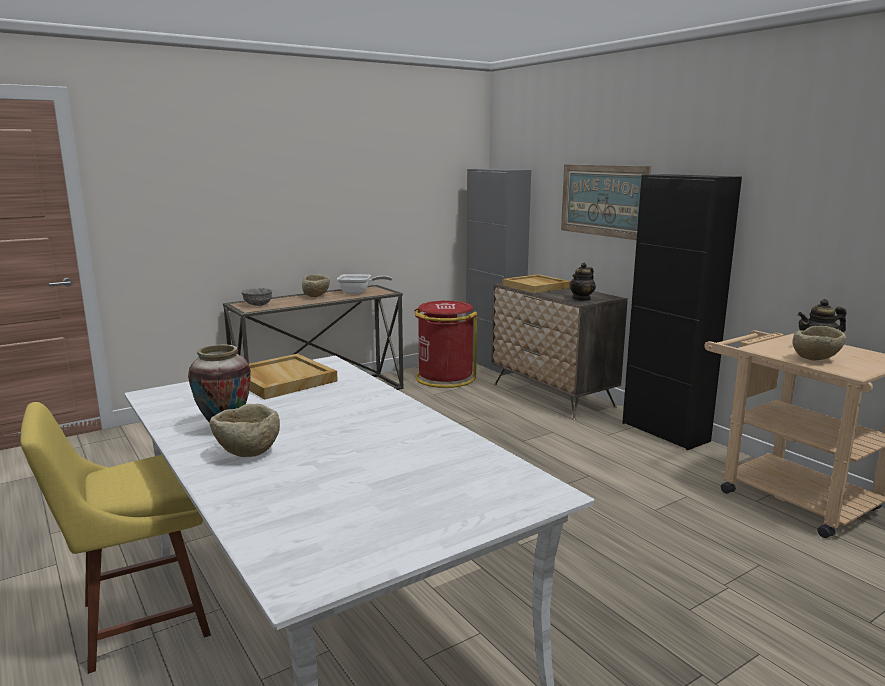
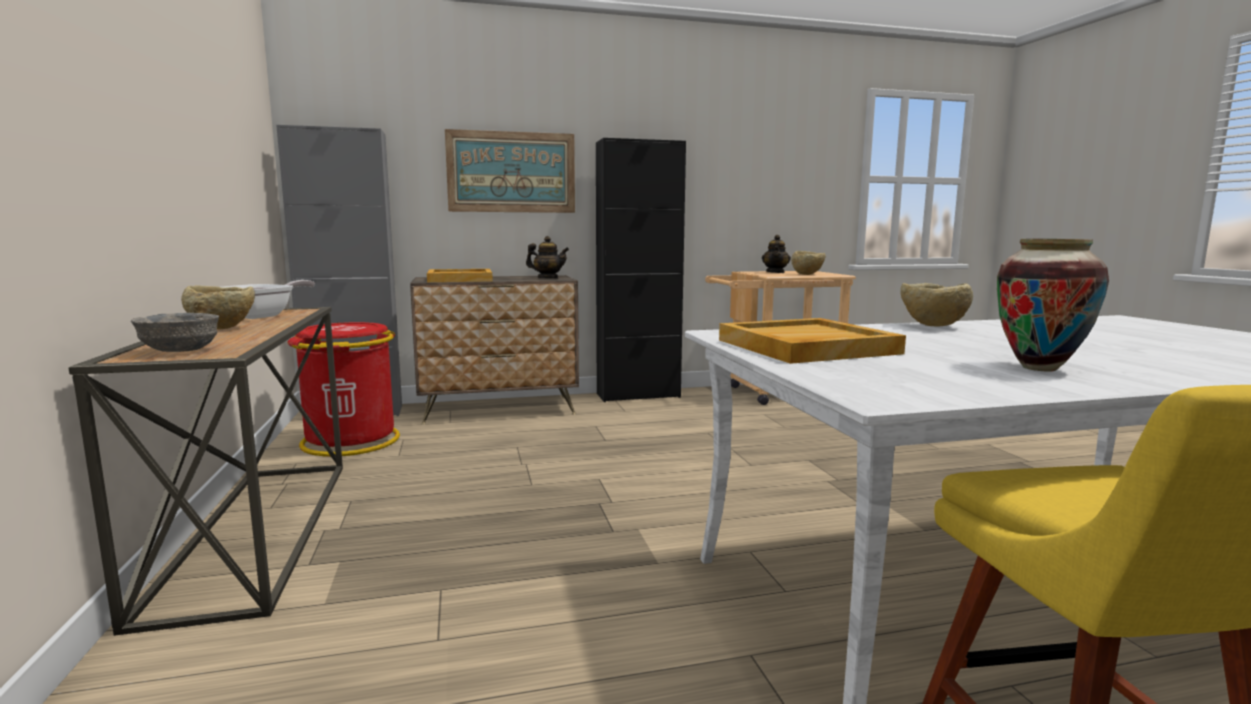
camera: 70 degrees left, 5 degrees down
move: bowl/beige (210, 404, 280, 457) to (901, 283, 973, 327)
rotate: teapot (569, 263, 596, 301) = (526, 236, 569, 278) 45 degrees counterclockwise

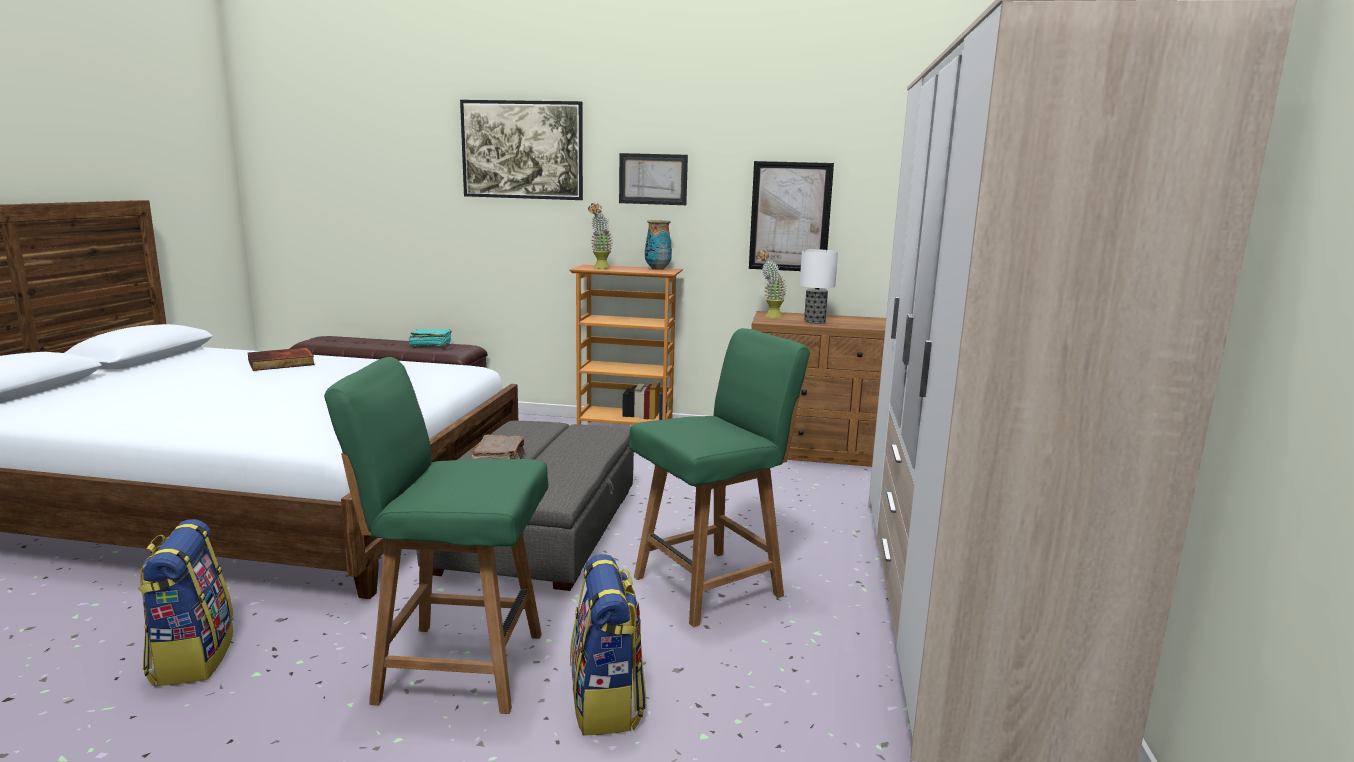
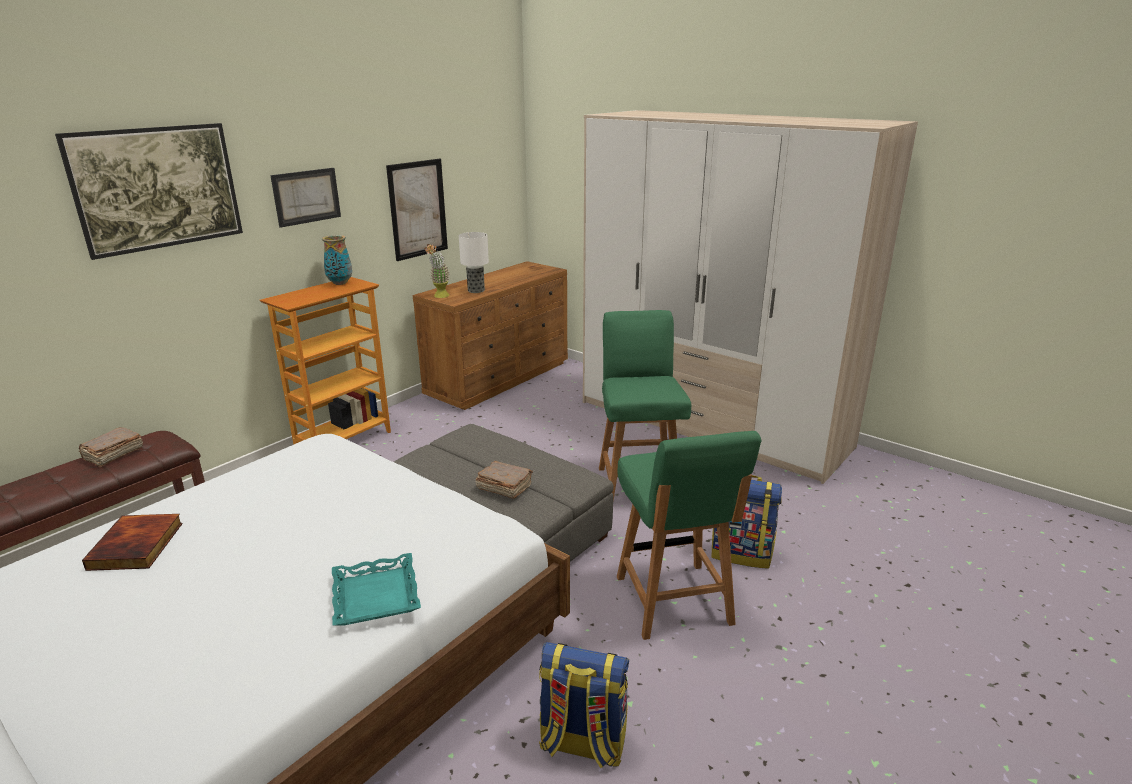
camera: 60 degrees left, 10 degrees up
delete: potted plant (588, 203, 613, 269)
insert: tray/turquoise (332, 553, 421, 626)
recolor: book/turquoise (409, 329, 452, 347) to book/brown (79, 427, 143, 467)
rotate: chair/green (324, 357, 548, 714) = (617, 431, 761, 640) 45 degrees counterclockwise

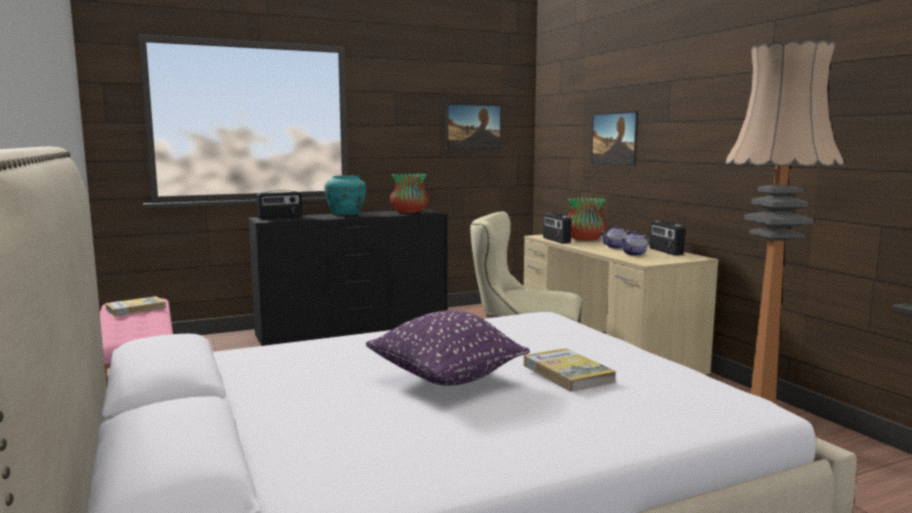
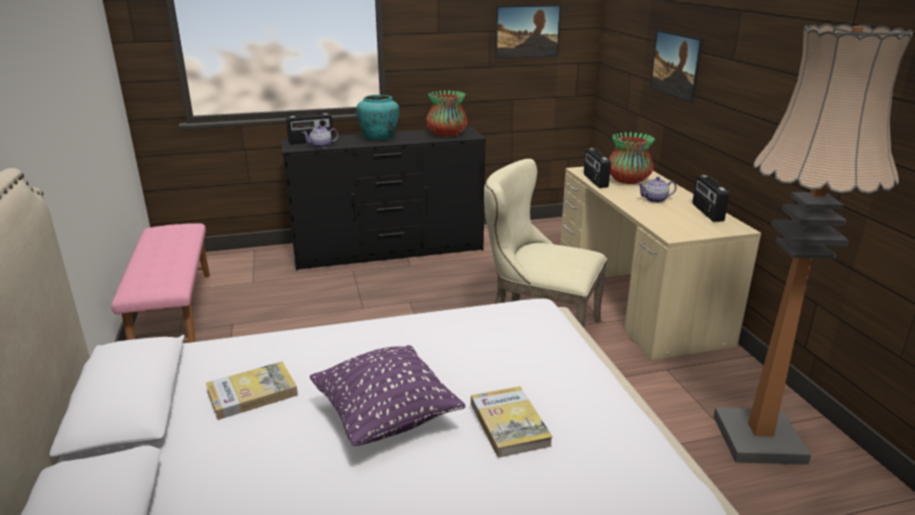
camera: 10 degrees right, 15 degrees up
move: book (105, 296, 166, 316) to (206, 362, 298, 420); teapot (621, 231, 649, 256) to (302, 125, 338, 149)

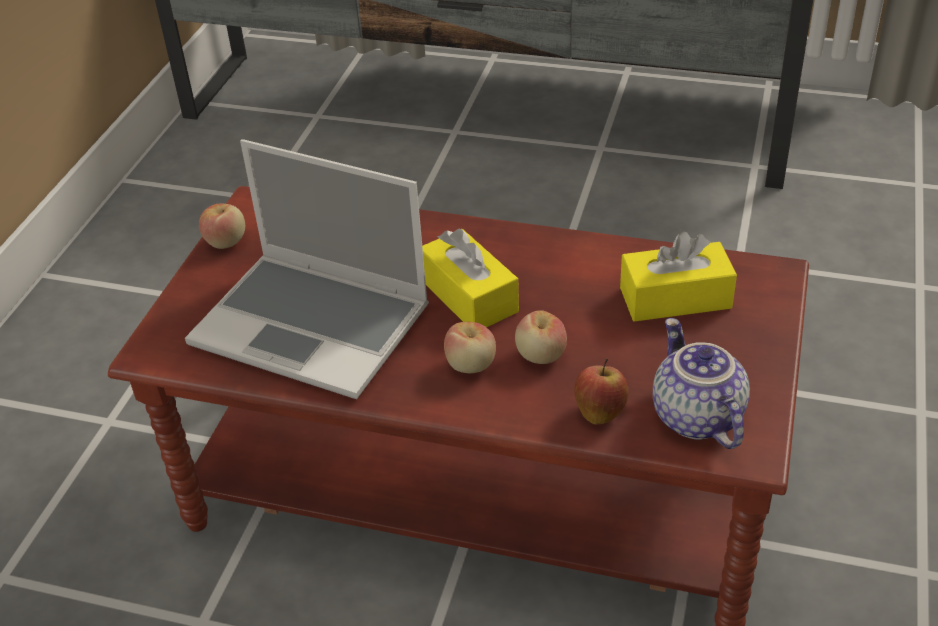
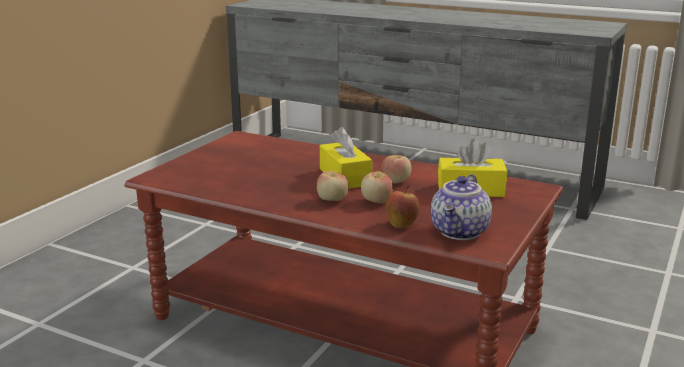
camera: 10 degrees right, 20 degrees down
delete: laptop (185, 139, 429, 399)
move: apple (199, 204, 245, 249) to (382, 155, 411, 183)
rotate: teapot (653, 318, 750, 449) = (431, 174, 492, 240) 150 degrees counterclockwise

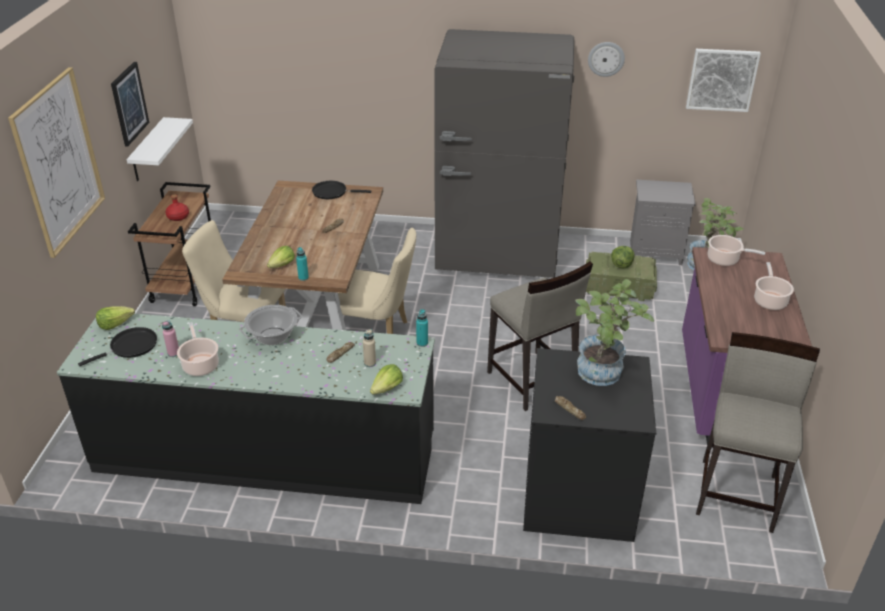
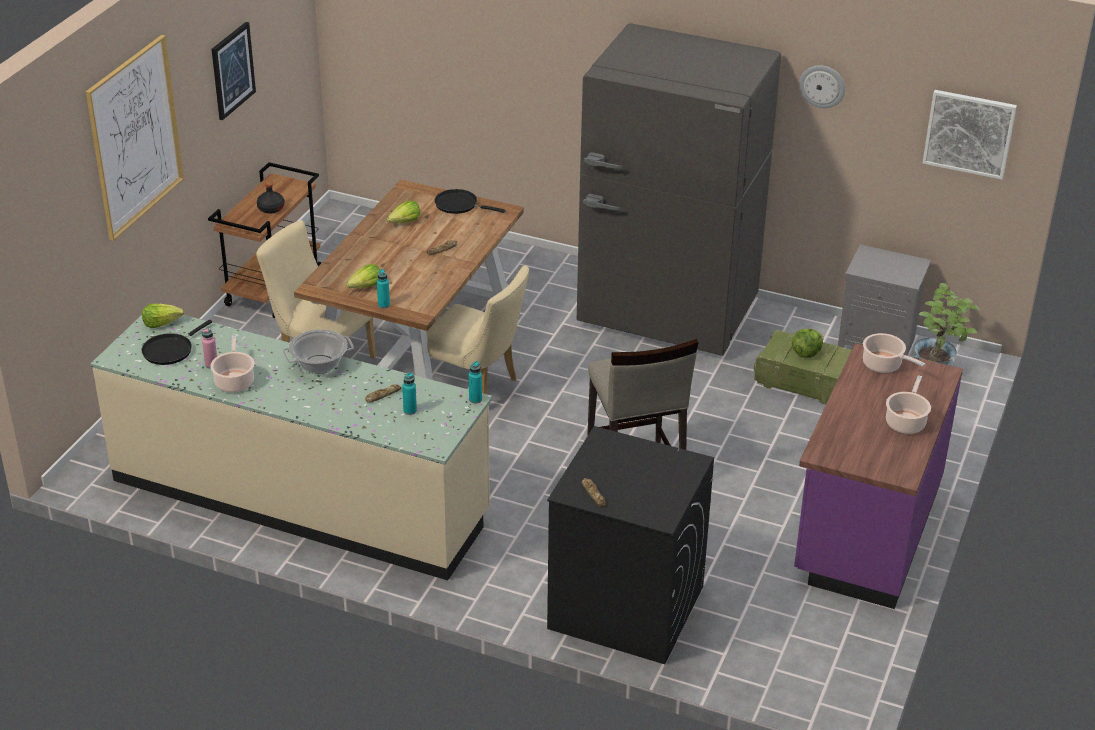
camera: 15 degrees right, 0 degrees up
delete: shelf/white (127, 117, 193, 181); potted plant (575, 279, 654, 386); stool/beige (696, 332, 820, 533)
move: lettuce (370, 364, 403, 395) to (387, 201, 420, 223)
recolor: counter/black (57, 314, 435, 504) to counter/beige (91, 315, 493, 581); bottle/red (165, 194, 189, 221) to bottle/black (257, 182, 285, 213); bottle/beige (363, 329, 376, 367) to bottle/turquoise (402, 373, 417, 415)
rotate: frying pan/black (78, 327, 157, 366) = (141, 320, 212, 365) 150 degrees clockwise

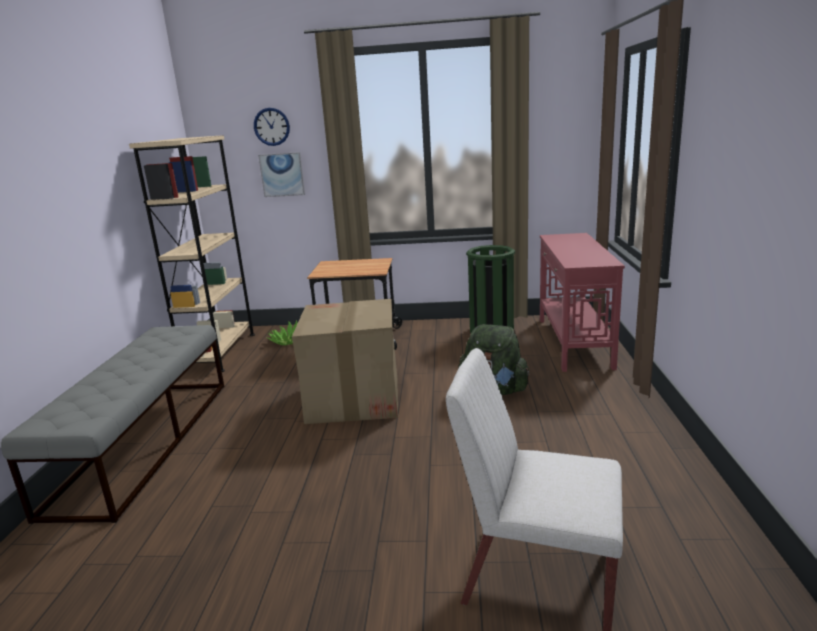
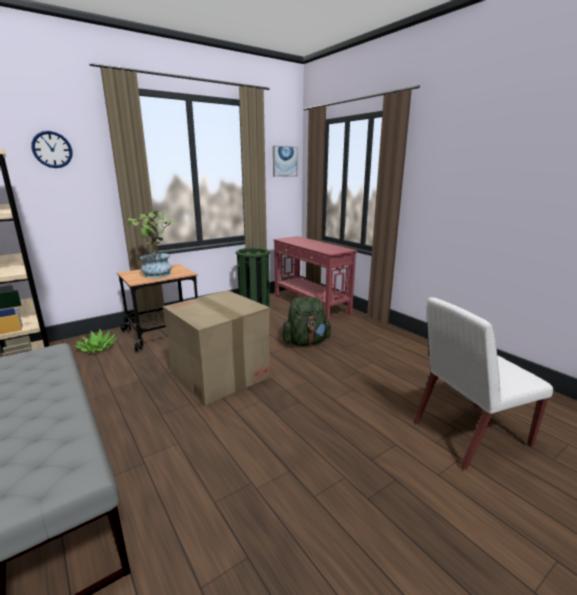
camera: 40 degrees left, 0 degrees up
insert: potted plant (128, 211, 179, 278)
move: picture (258, 152, 305, 197) to (273, 146, 298, 177)

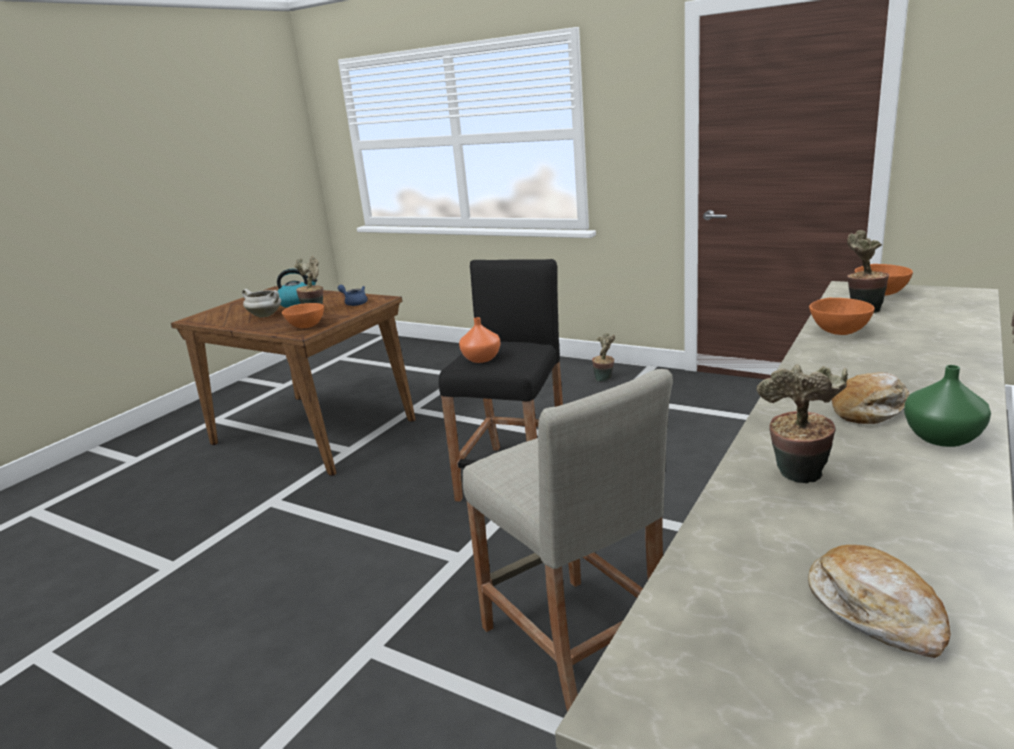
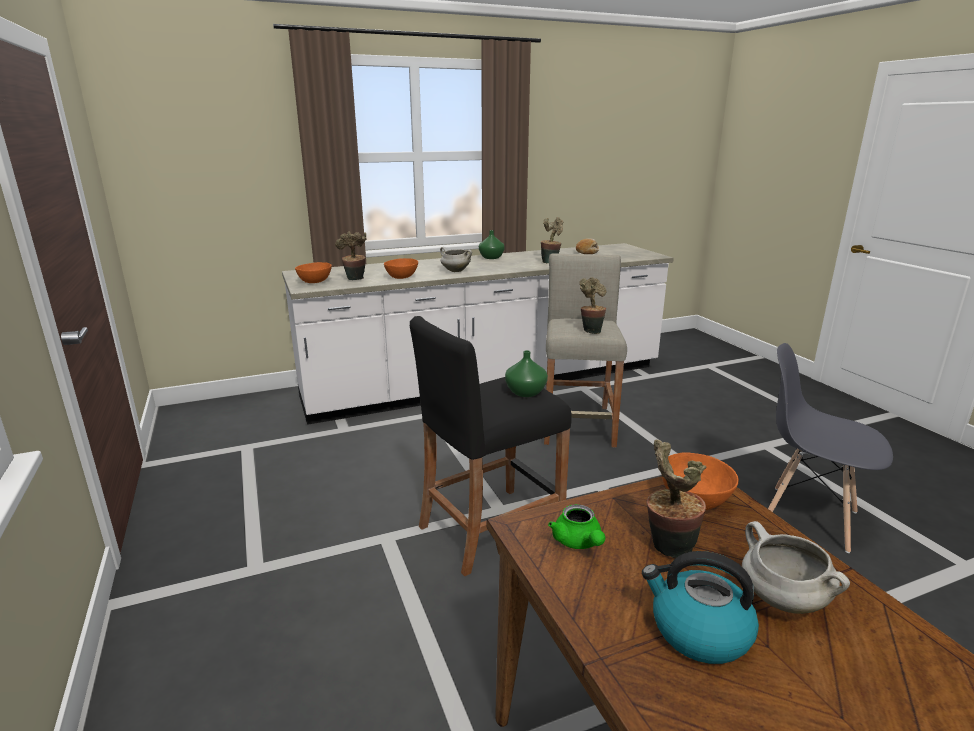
camera: 145 degrees left, 0 degrees up
delete: bread (831, 372, 910, 424)
insert: cooking pot/white (440, 247, 472, 272); chair/grey (768, 343, 893, 553)
move: potted plant (592, 333, 615, 381) to (579, 277, 607, 334)
recolor: vase/orange (459, 317, 501, 363) to vase/green (505, 350, 548, 397); teapot/blue (338, 285, 368, 306) to teapot/green (548, 504, 605, 549)

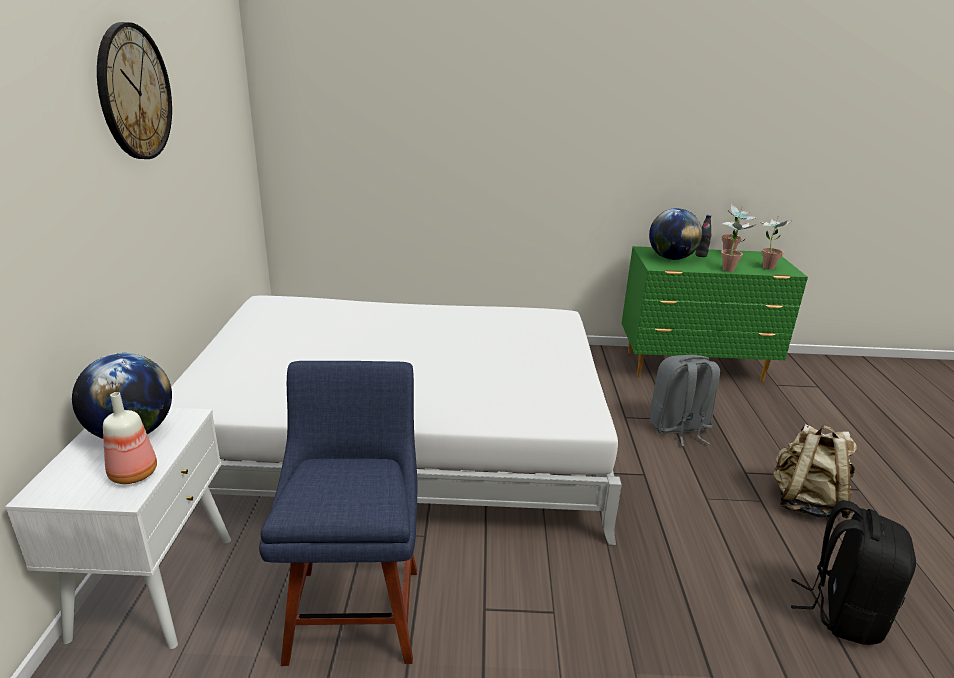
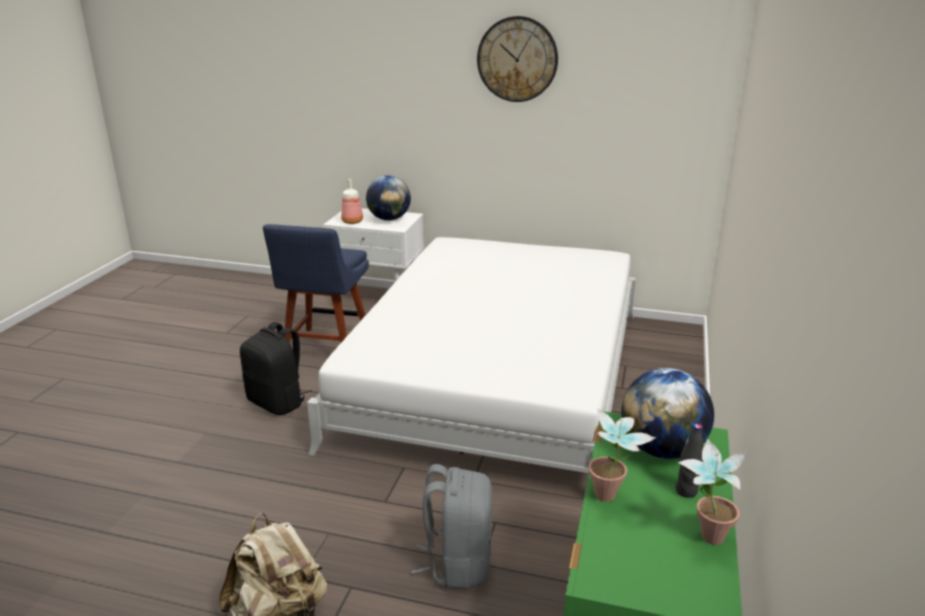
camera: 105 degrees right, 0 degrees up
delete: potted plant (759, 216, 792, 270)
move: backpack/black (791, 500, 916, 645) to (240, 322, 312, 415)
rotate: chair/blue (259, 361, 417, 666) = (263, 224, 369, 343) 90 degrees clockwise

